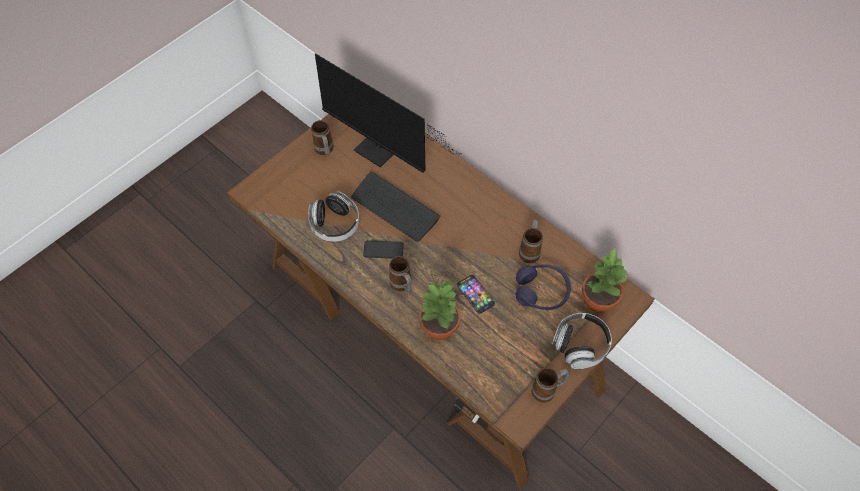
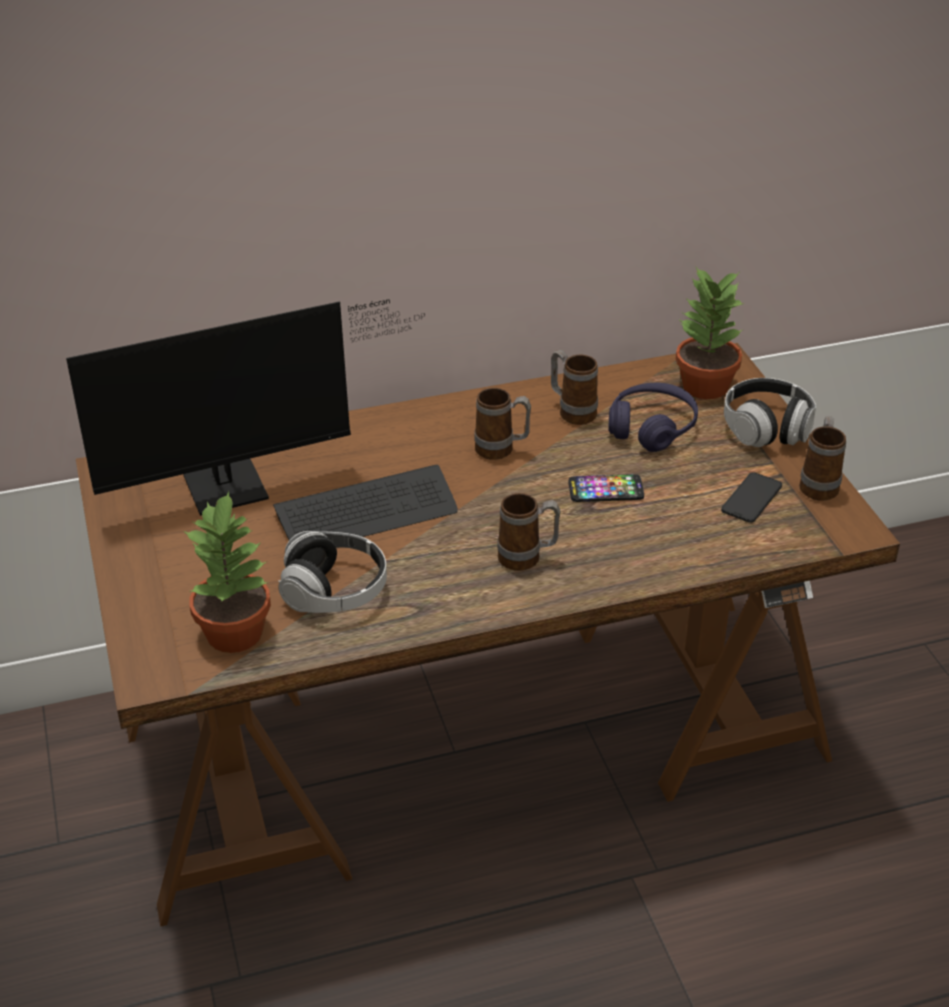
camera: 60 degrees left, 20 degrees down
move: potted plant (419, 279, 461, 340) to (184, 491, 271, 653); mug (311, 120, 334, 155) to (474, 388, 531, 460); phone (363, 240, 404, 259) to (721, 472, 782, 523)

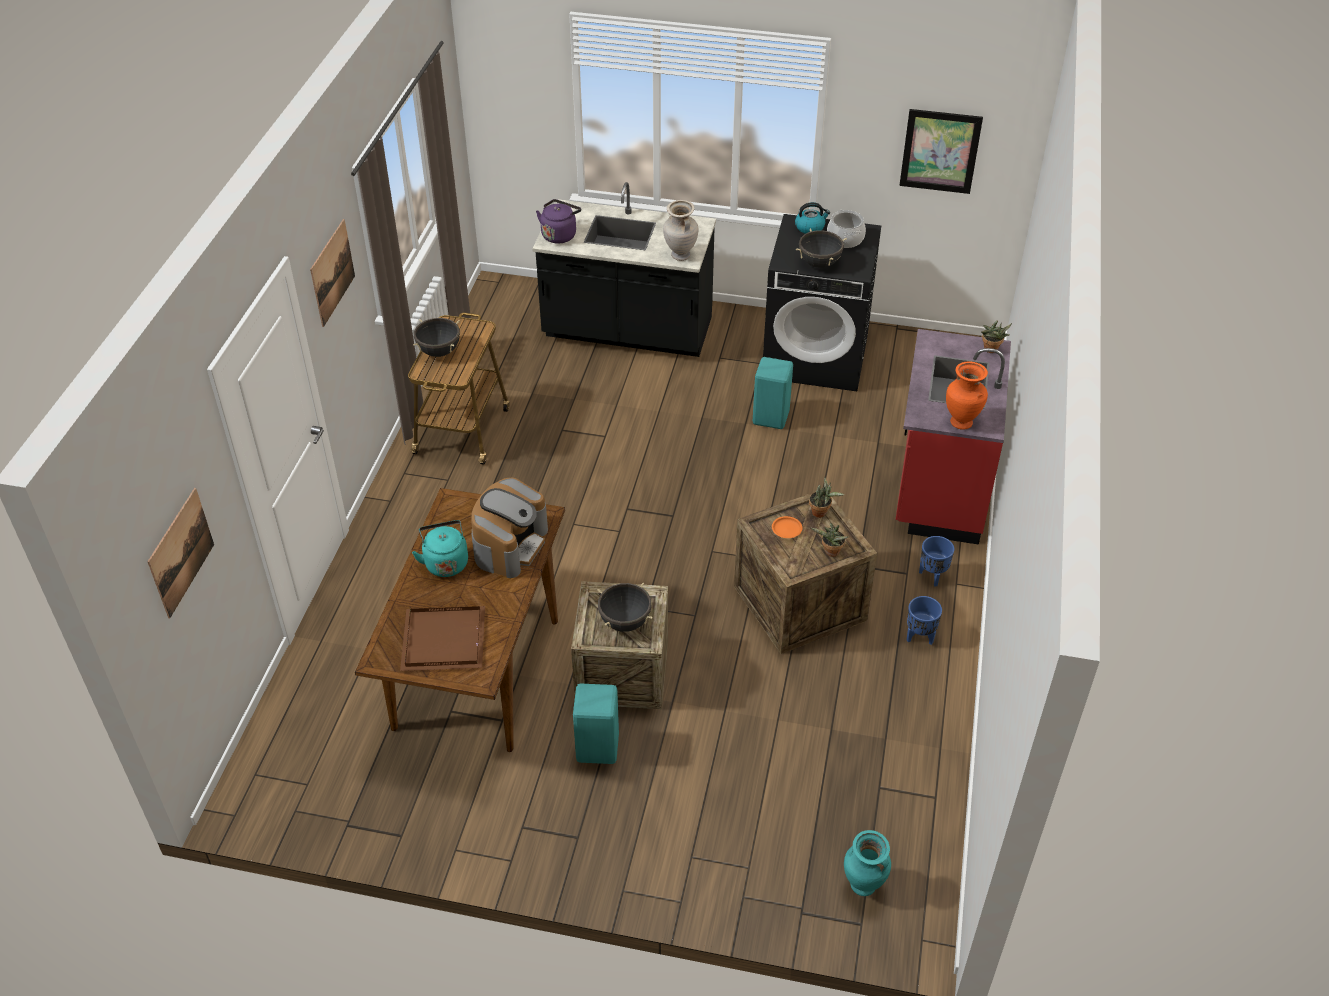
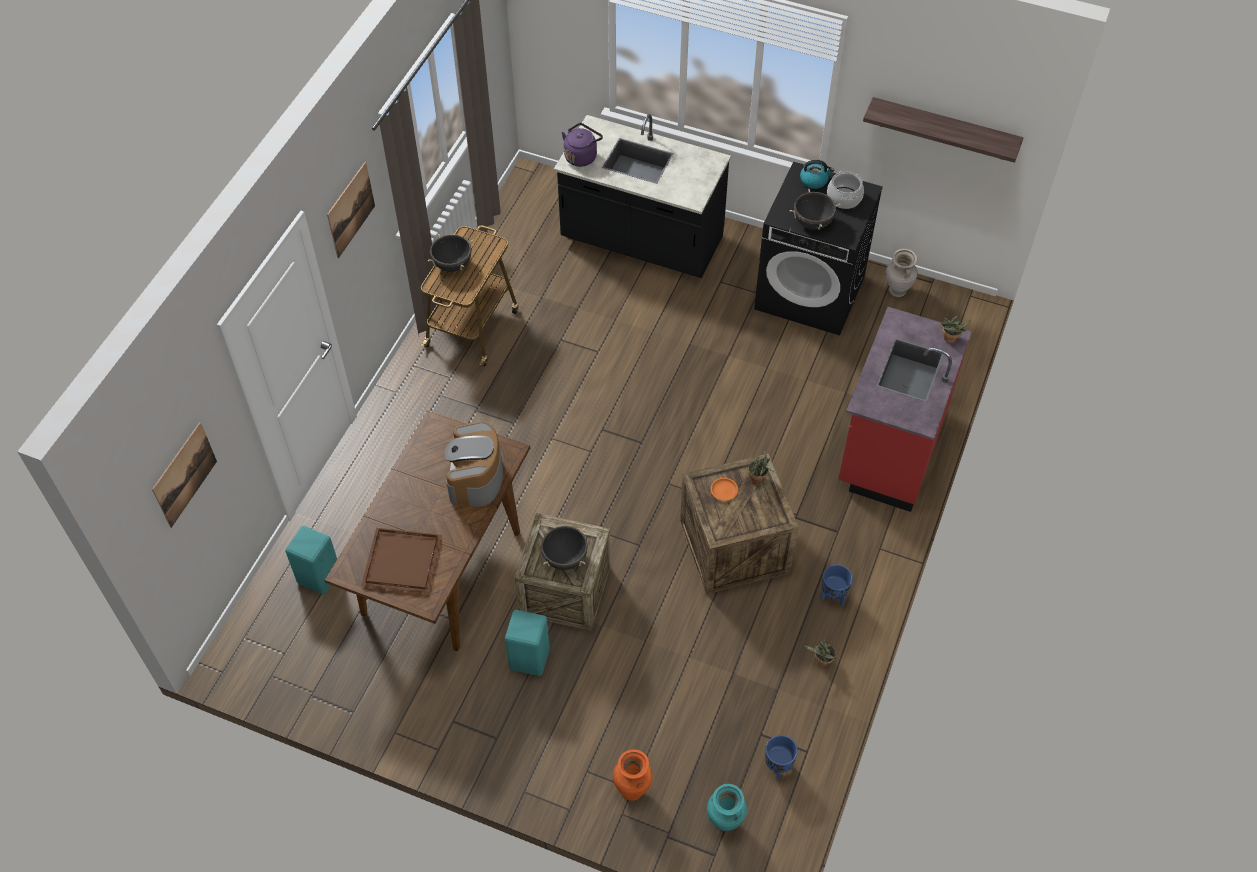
camera: 10 degrees right, 10 degrees up
delete: kettle/turquoise (412, 520, 468, 577)
move: stool/turquoise (753, 357, 793, 429) to (285, 526, 337, 594); vase/orange (946, 361, 988, 430) to (613, 749, 653, 801); planter/blue (919, 536, 954, 587) to (765, 735, 798, 780); potted plant (811, 523, 848, 557) to (804, 639, 837, 666); vase/beige (663, 200, 698, 261) to (886, 249, 918, 297)
replace: picture (899, 109, 983, 194) to shelf (863, 97, 1024, 163)
rotate: coffee machine (471, 478, 548, 578) = (445, 421, 503, 506) 150 degrees clockwise

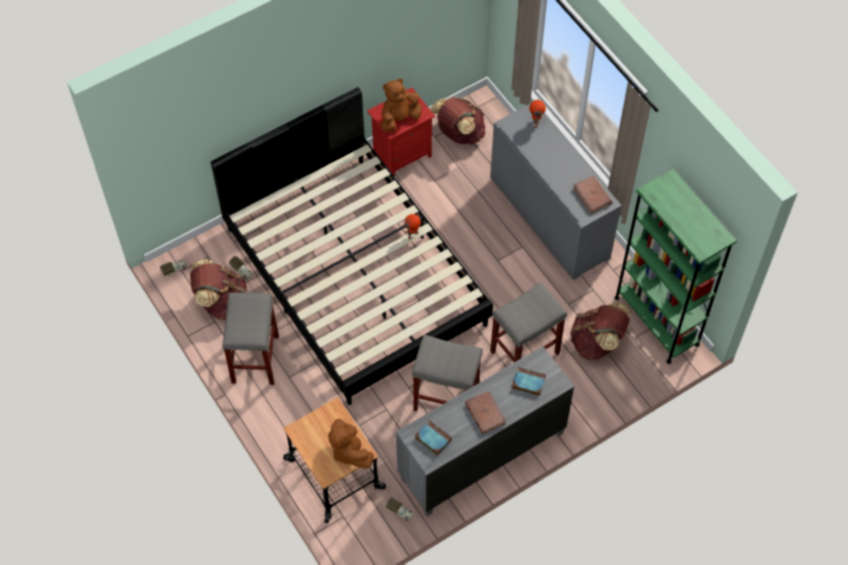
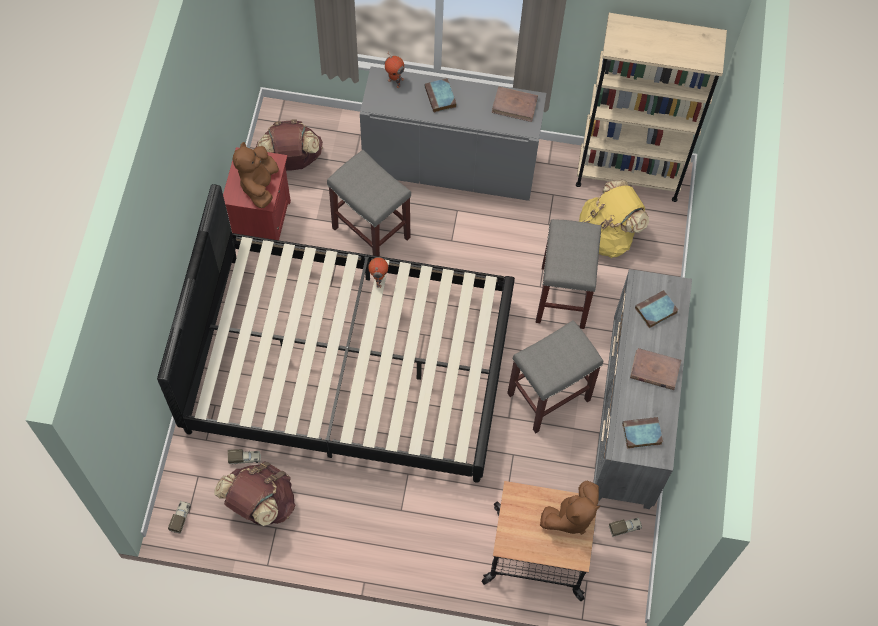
camera: 50 degrees left, 5 degrees up
insert: book (425, 78, 457, 113)
move: stool/grey (222, 292, 279, 385) to (327, 150, 411, 256)
recolor: bookcase/green (614, 169, 737, 364) to bookcase/beige (576, 13, 727, 202); backpack/brown (570, 302, 631, 360) to backpack/yellow (578, 180, 649, 258)
rotate: plush toy/brown (328, 419, 374, 469) = (540, 480, 600, 535) 45 degrees counterclockwise

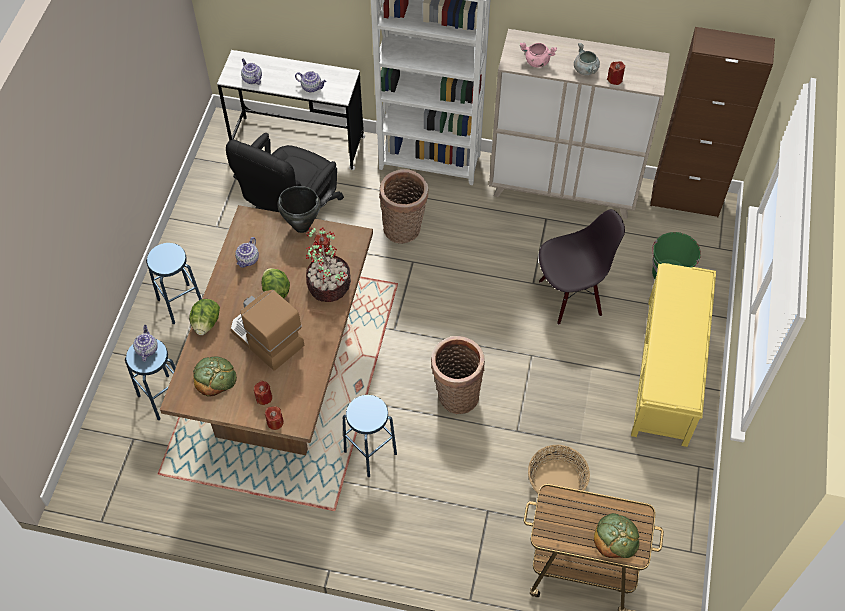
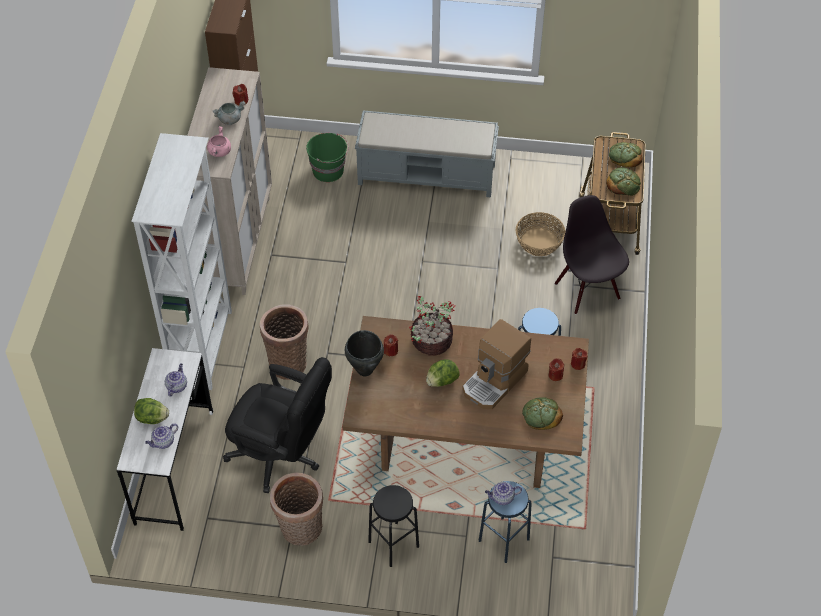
camera: 95 degrees left, 5 degrees down
delete: teapot (235, 237, 259, 268)
insert: bread (606, 167, 641, 196)
move: lettuce (189, 299, 220, 335) to (134, 398, 169, 424); basket (431, 336, 485, 414) to (270, 472, 323, 546); chair/black (539, 209, 625, 325) to (555, 195, 629, 314)
recolor: bench/yellow (631, 263, 716, 447) to bench/grey (355, 110, 499, 197); stool/blue (146, 243, 202, 324) to stool/black (368, 485, 419, 567)

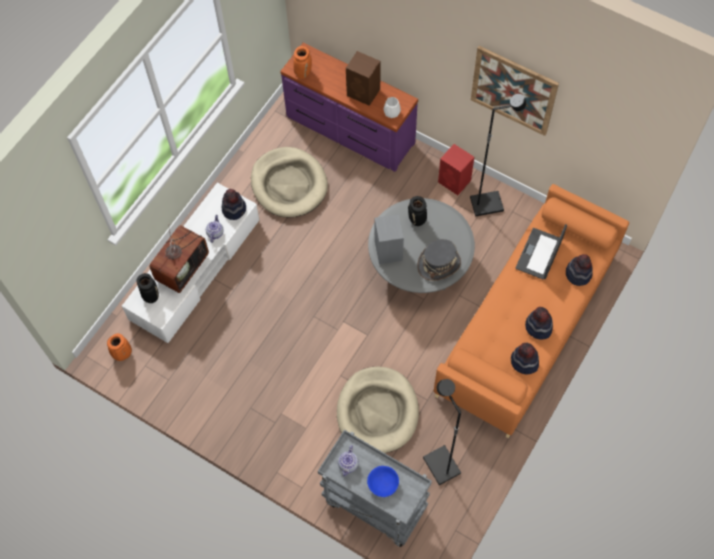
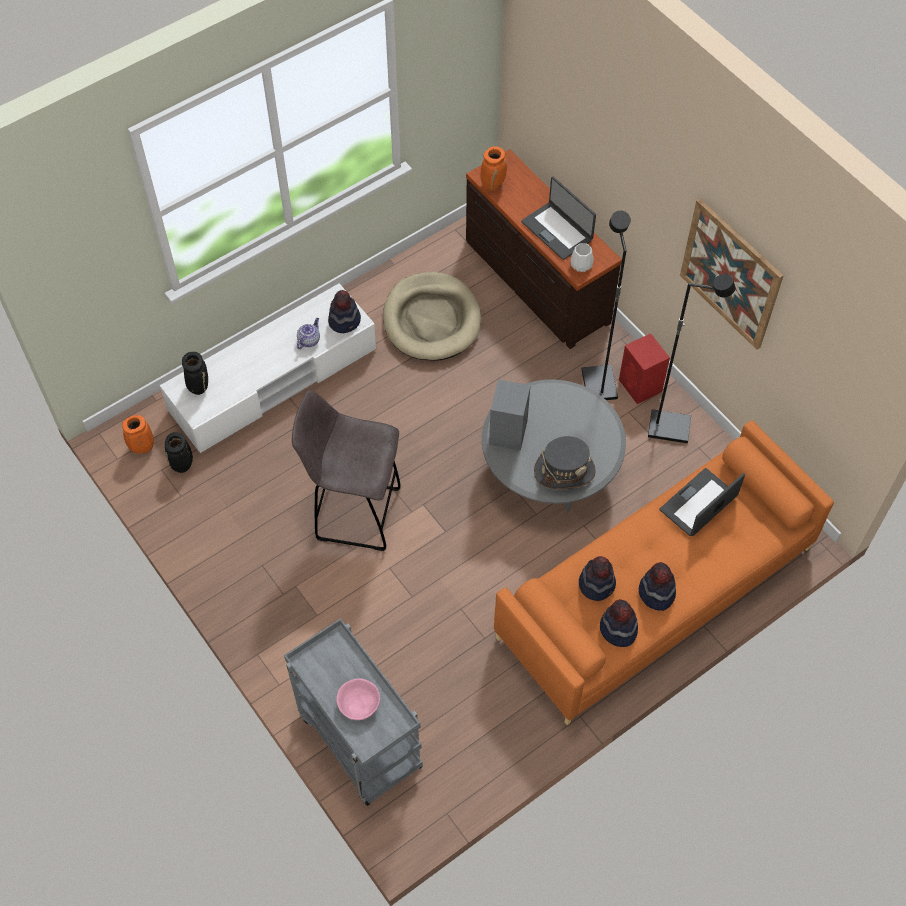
camera: 20 degrees right, 5 degrees down
delete: television (149, 224, 209, 293); dog bed/beige (337, 367, 419, 453); teapot (338, 445, 359, 477)
insert: stool/grey (292, 390, 401, 551)
move: vase/black (408, 196, 427, 226) to (165, 432, 193, 473); hat (566, 254, 593, 286) to (579, 556, 616, 601); floor lamp/black (423, 379, 461, 485) to (581, 210, 631, 400)
replace: speaker/brown (346, 51, 380, 106) to laptop (521, 177, 596, 260)
recolor: bowl/blue (367, 466, 399, 497) to bowl/pink (337, 679, 380, 720); dresser/purple (280, 42, 418, 172) to dresser/brown (466, 149, 622, 349)

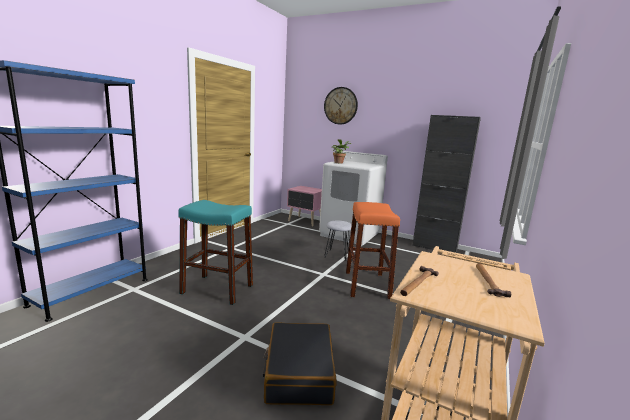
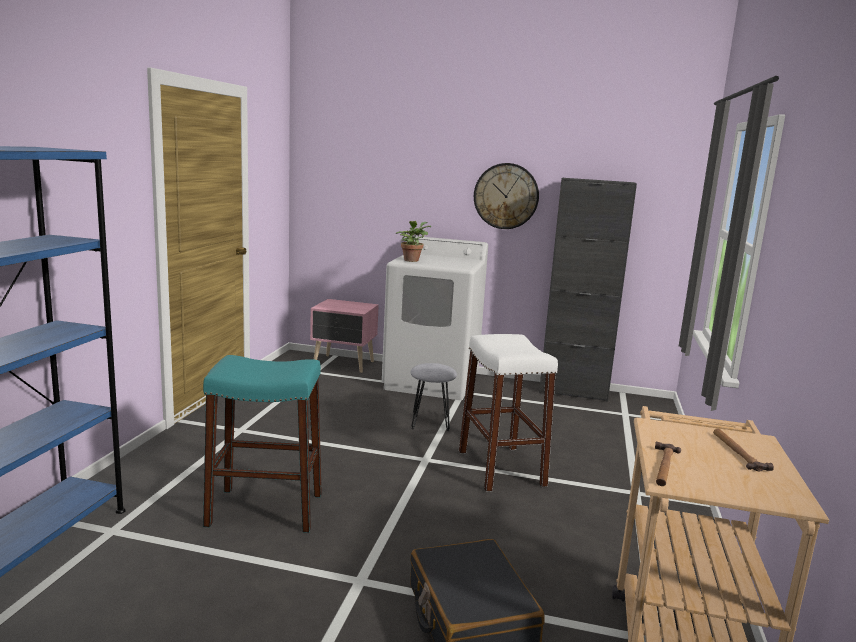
camera: 15 degrees left, 0 degrees up
move: wall clock (324, 87, 358, 125) to (474, 163, 539, 229)
recolor: stool/orange (346, 202, 400, 299) to stool/white (459, 334, 558, 492)

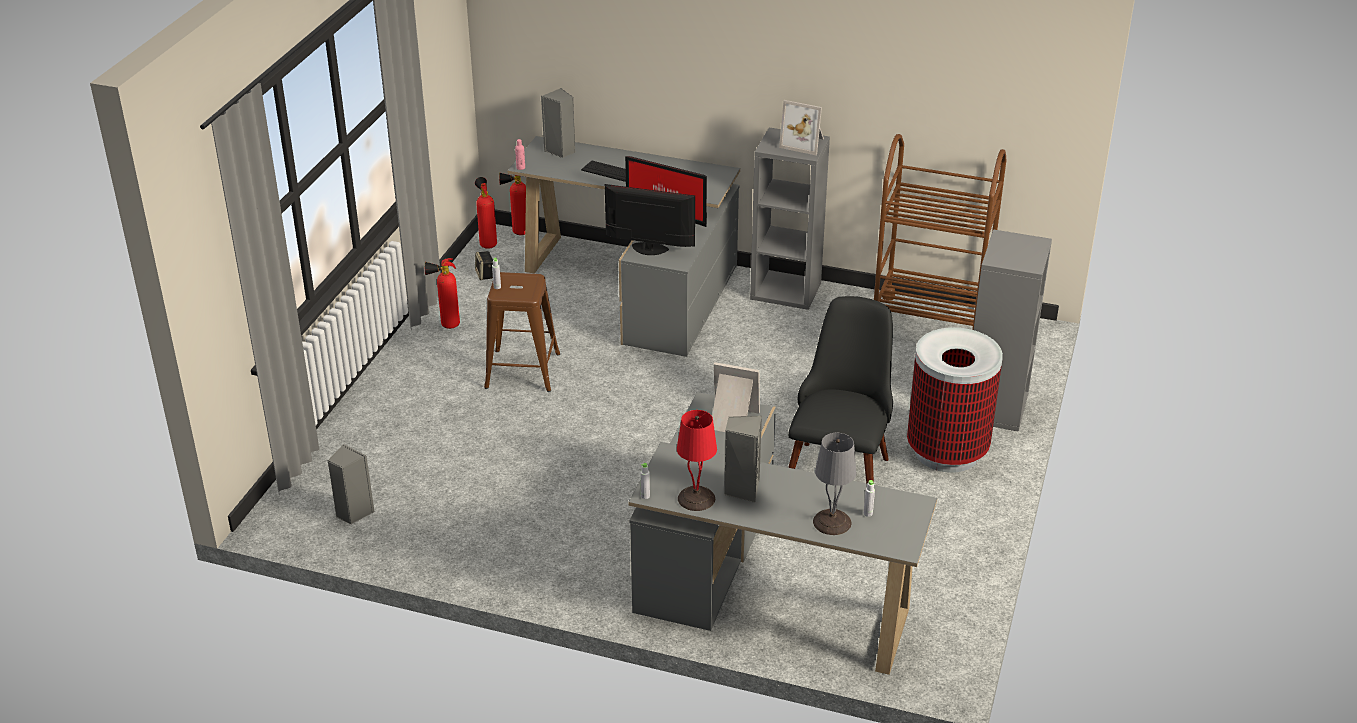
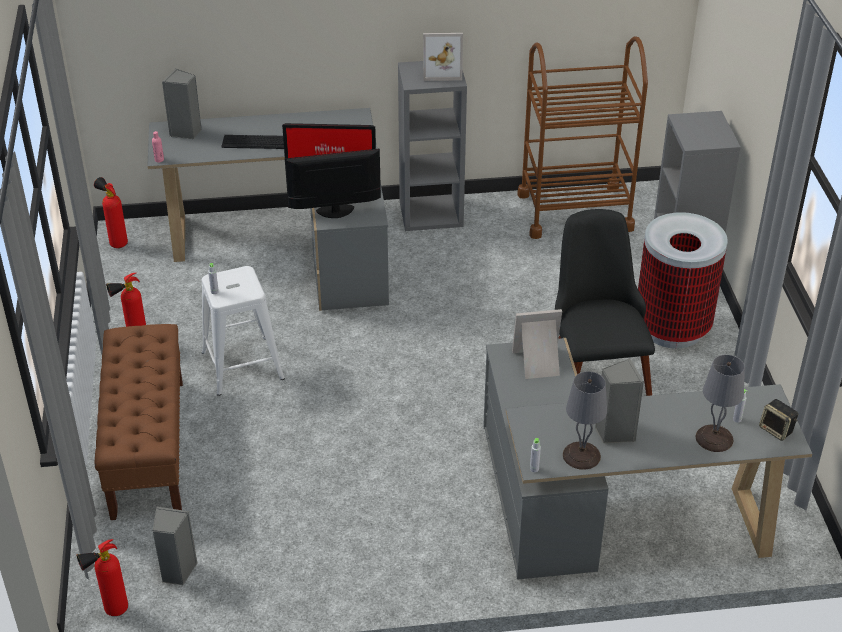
camera: 25 degrees left, 5 degrees up
insert: bench/brown (95, 324, 183, 520)
move: fire extinguisher (499, 173, 526, 235) to (77, 539, 128, 616); speaker (475, 251, 493, 280) to (759, 399, 798, 441)
recolor: stool/brown (484, 272, 560, 392) to stool/white (201, 266, 285, 396); table lamp/red (677, 410, 717, 511) to table lamp/grey (563, 371, 607, 470)

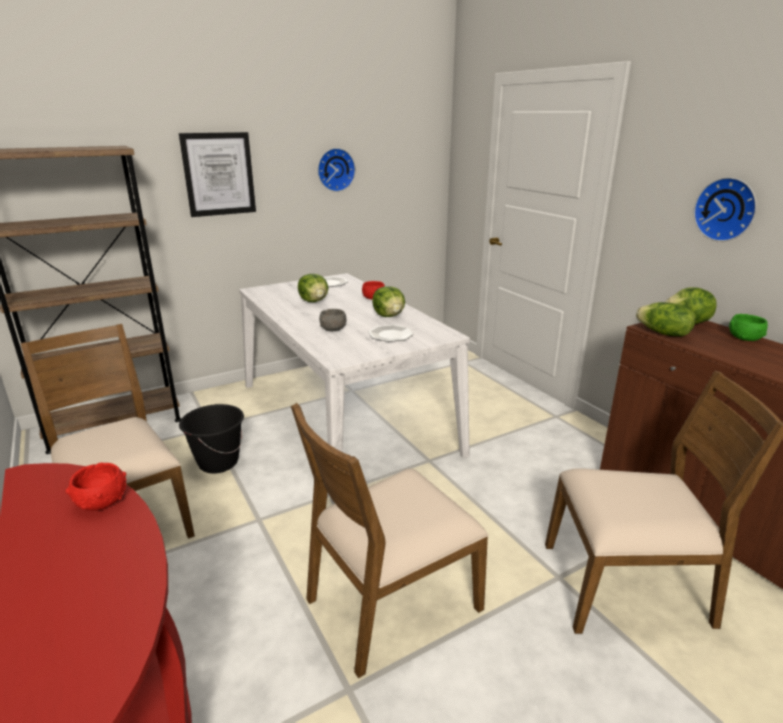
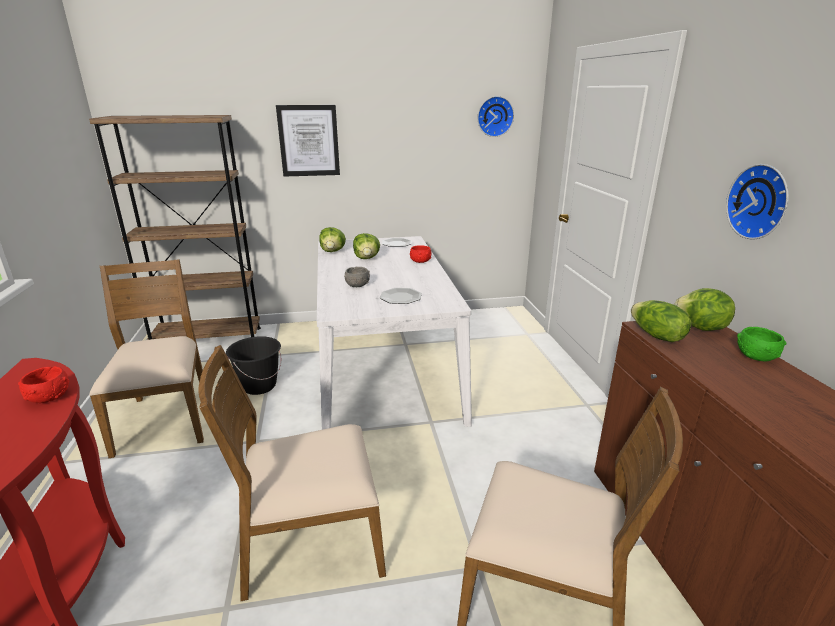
camera: 20 degrees right, 0 degrees up
move: lettuce (372, 286, 405, 317) to (319, 227, 346, 252); wall clock (318, 148, 355, 192) to (478, 96, 514, 137)

